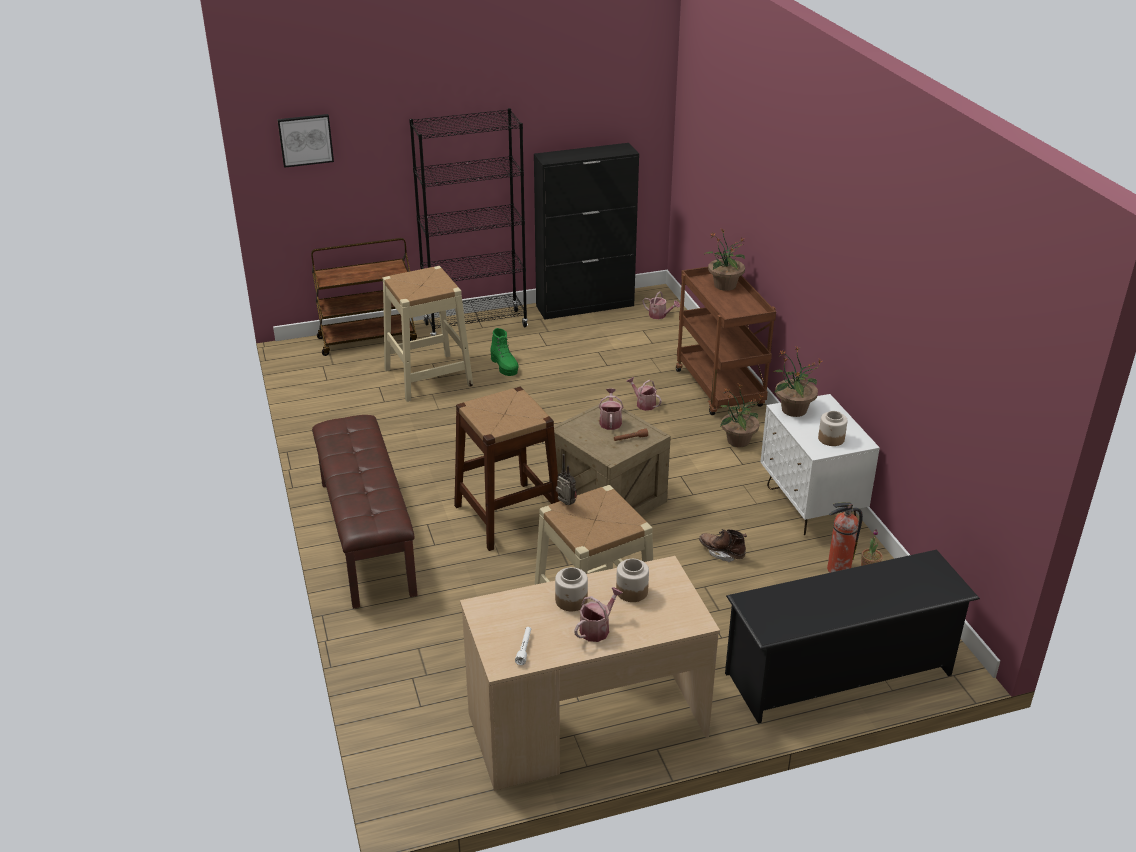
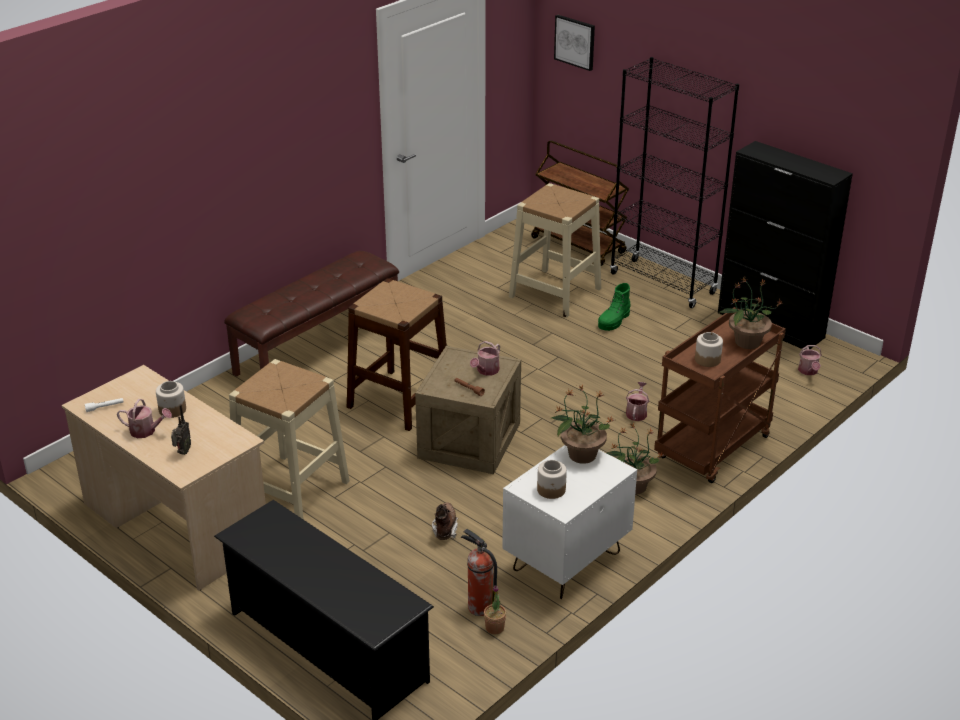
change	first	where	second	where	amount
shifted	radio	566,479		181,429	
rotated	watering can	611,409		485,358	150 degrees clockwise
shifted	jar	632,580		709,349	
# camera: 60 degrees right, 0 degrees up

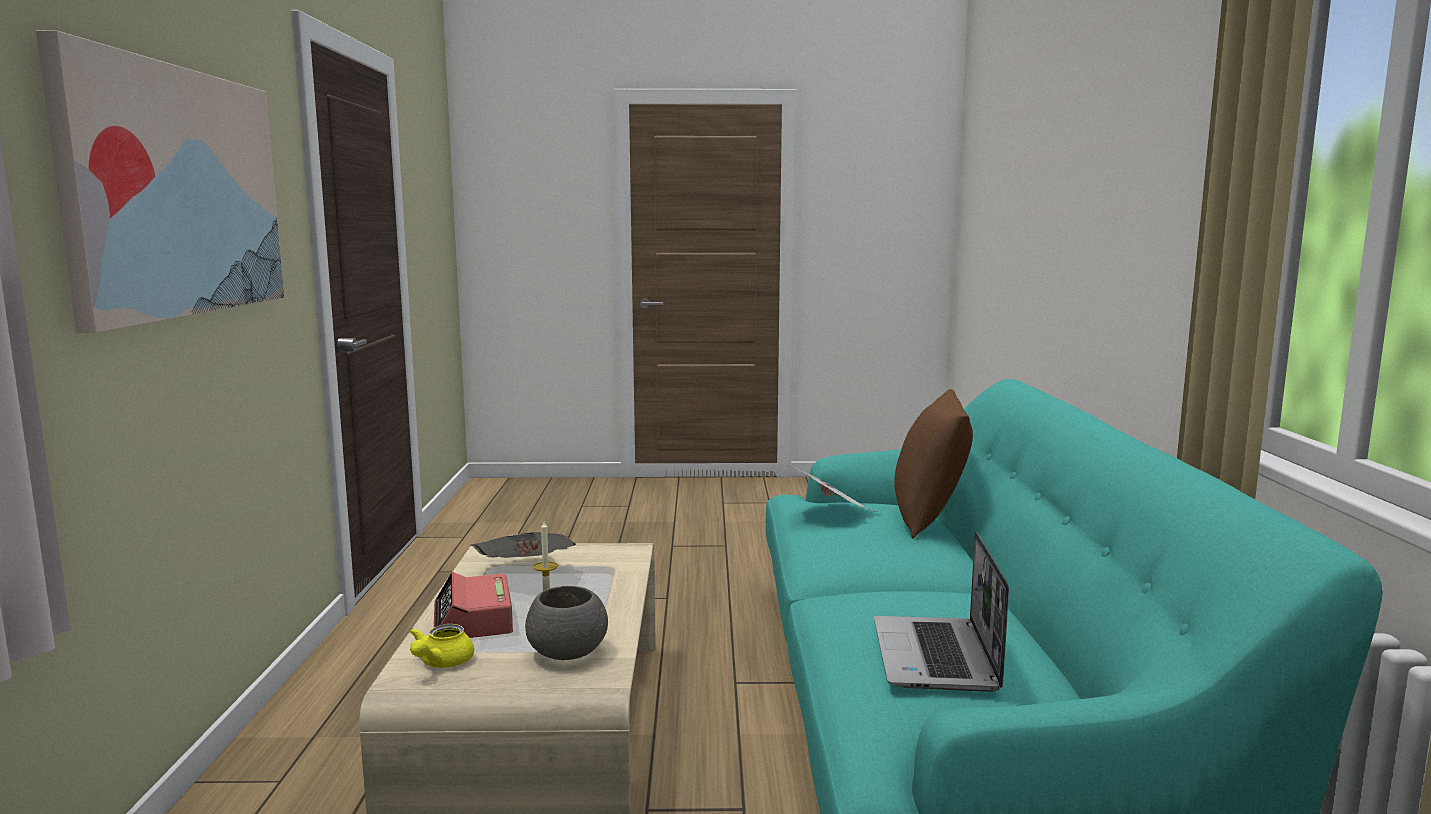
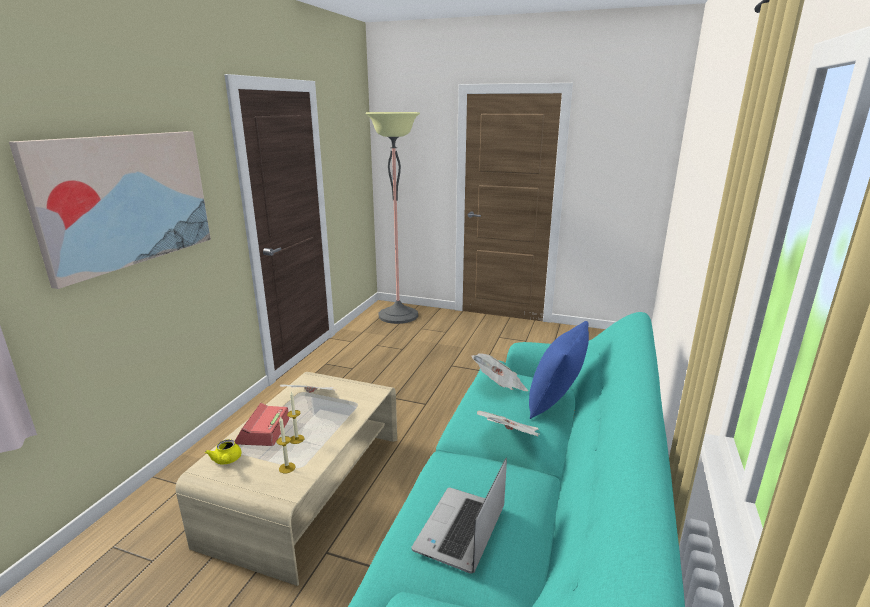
change	first	where	second	where	amount
rotated	teapot in yellow	442,646		223,451	60 degrees counterclockwise
swapped	bowl in grey	566,623	candle	286,444	
repainted	pillow in brown	933,464	pillow in blue	559,370	
new			floor lamp	392,218	
new			newspaper	508,424	
# camera: 20 degrees right, 10 degrees up

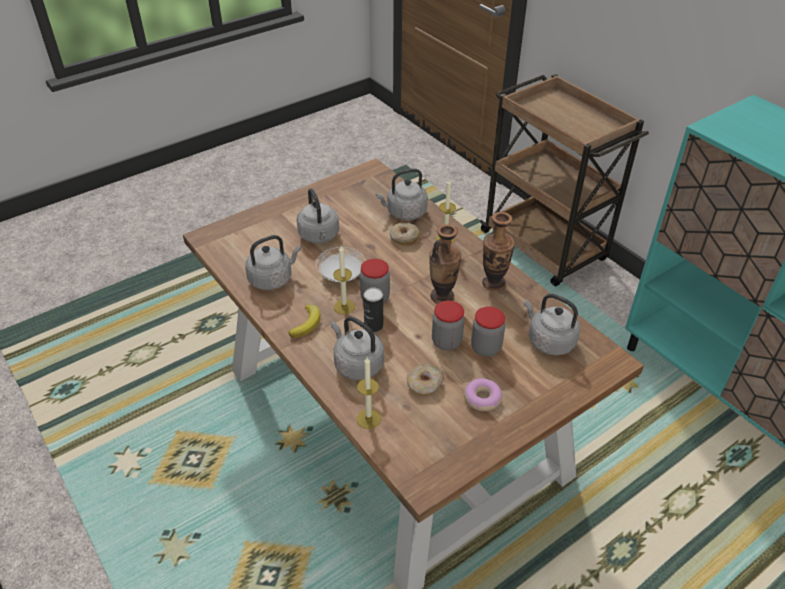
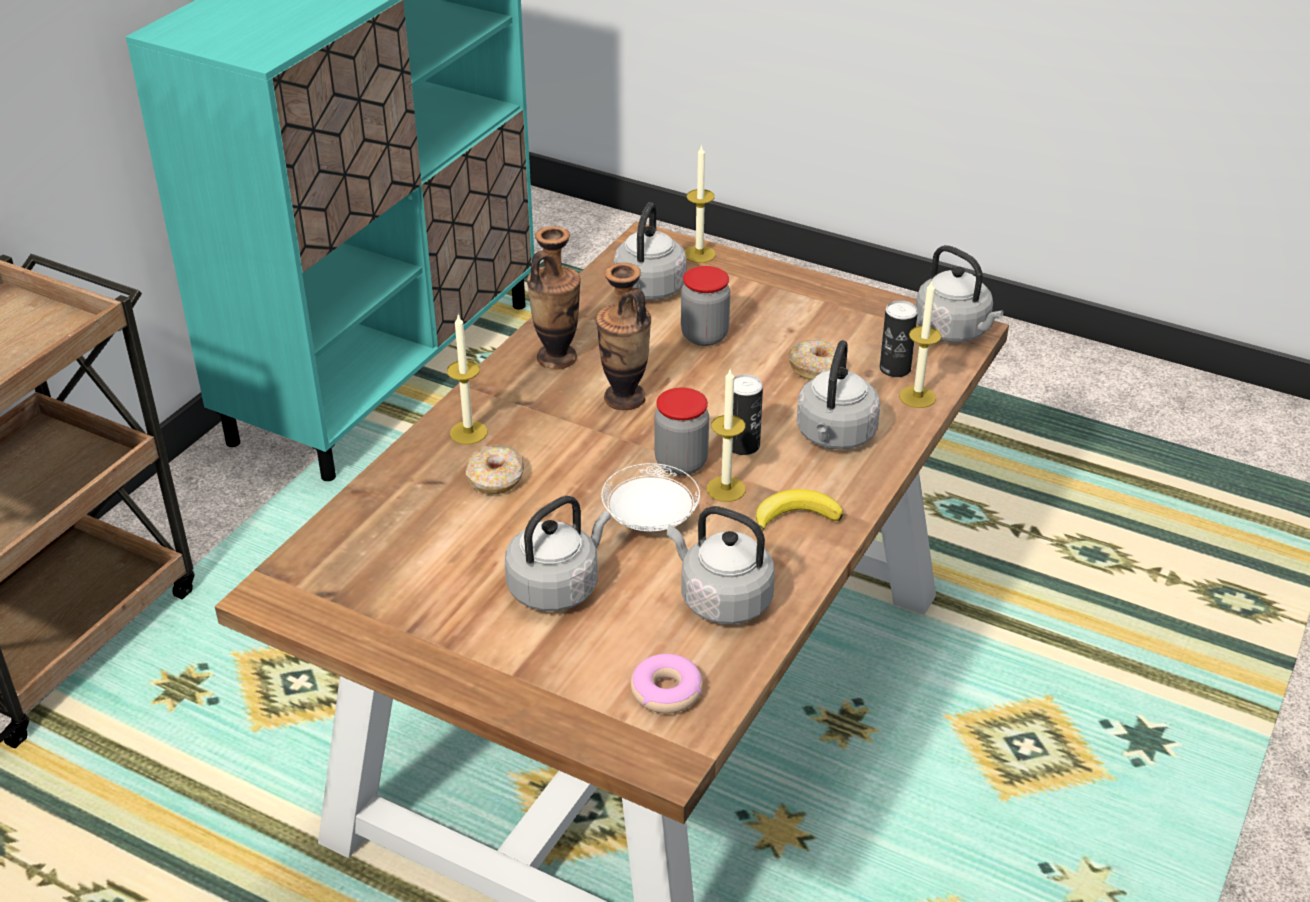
change	first	where	second	where	amount
shifted	kettle in grey	402,194		960,293	
gone	jar	448,325			
shifted	donut	483,394		667,684	
new			candle	700,203	
new			can	899,338	
# camera: 115 degrees left, 5 degrees down

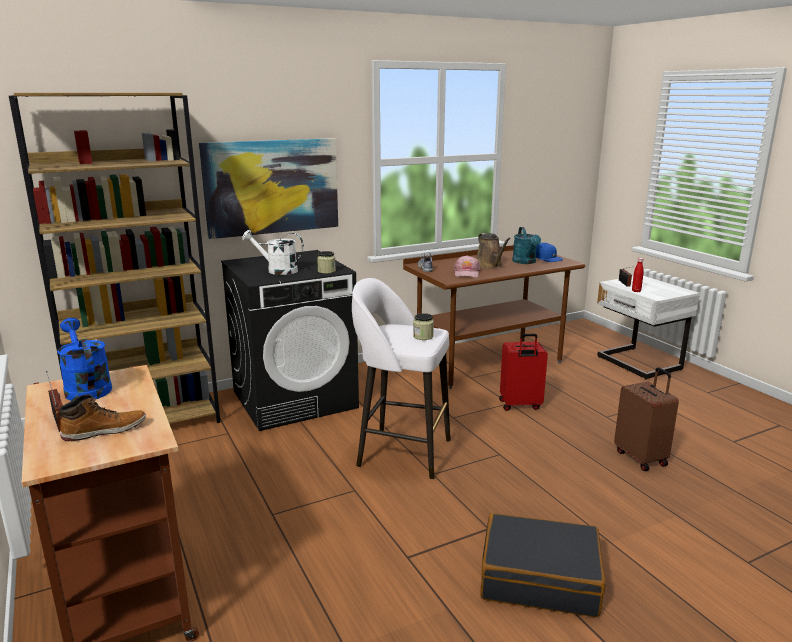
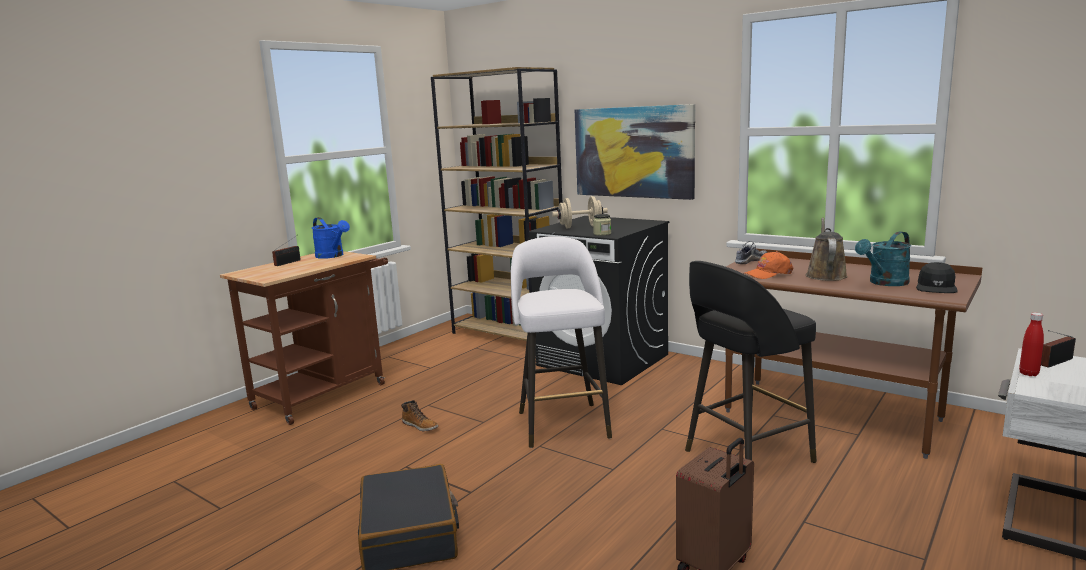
change	first	where	second	where	amount
shifted	boot	101,417		419,415	
rotated	watering can in blue	84,359		331,238	105 degrees clockwise
swapped	watering can in white	273,252	dumbbell in beige	580,212	
gone	jar	423,326			
repainted	cap in pink	466,266	cap in orange	769,265	
rotated	watering can in brown	493,251		827,249	150 degrees clockwise
swapped	suitcase in red	523,372	stool in black	751,362	
repainted	cap in blue	549,252	cap in black	937,277	
# camera: 65 degrees right, 5 degrees down

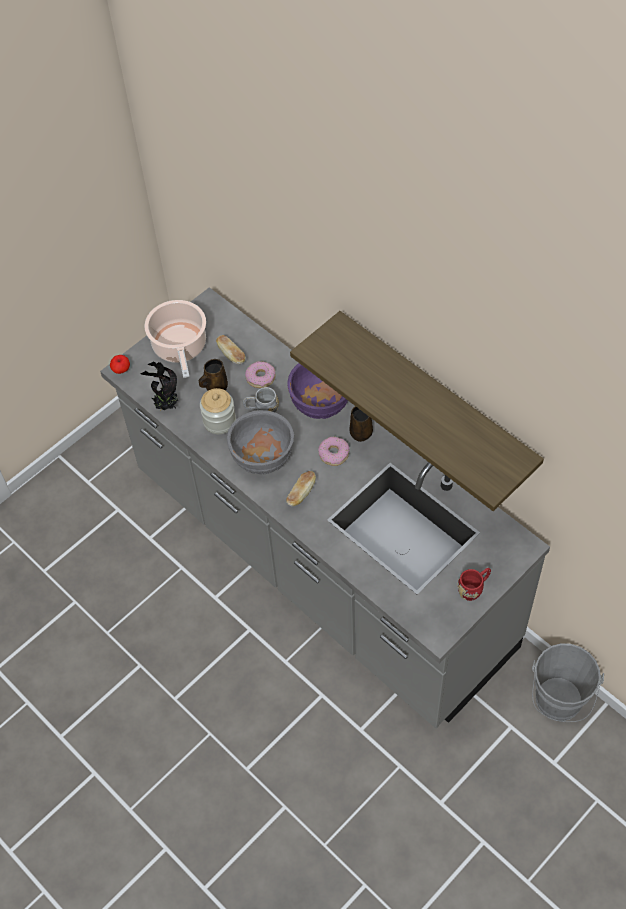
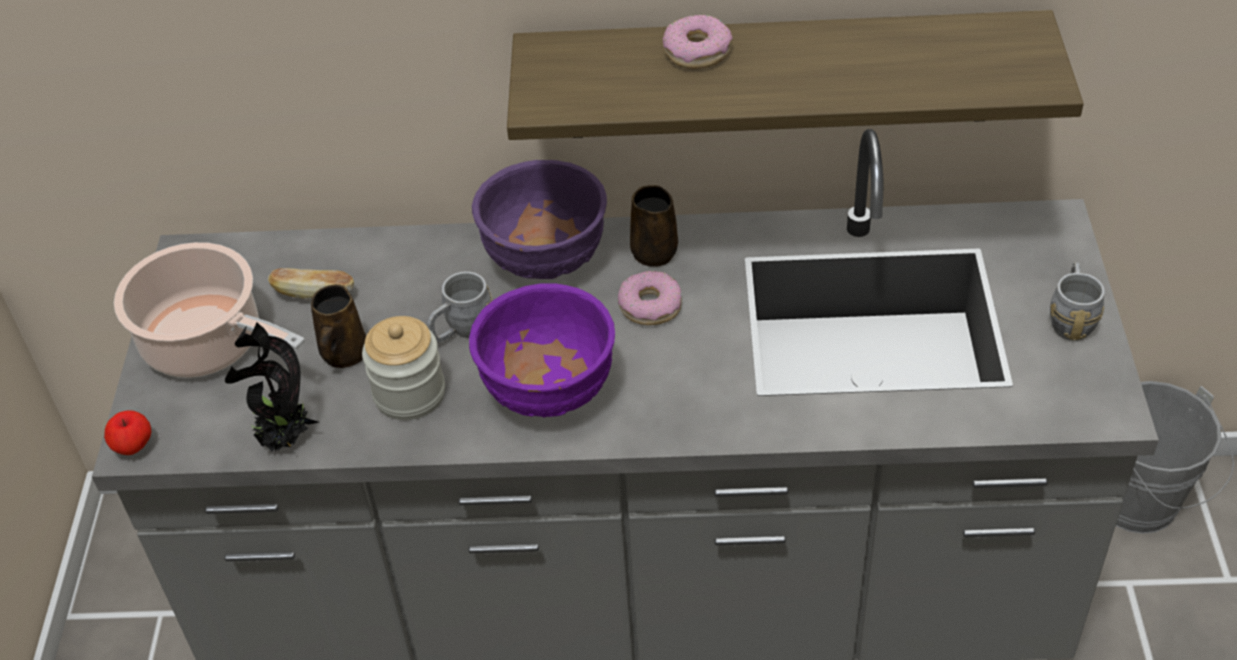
change	first	where	second	where	amount
repainted	bowl in grey	260,442	bowl in purple	542,350	
shifted	donut	260,374		698,42	
gone	bread	301,488			
repainted	mug in red	474,584	mug in grey	1077,301	
# camera: 45 degrees left, 10 degrees down

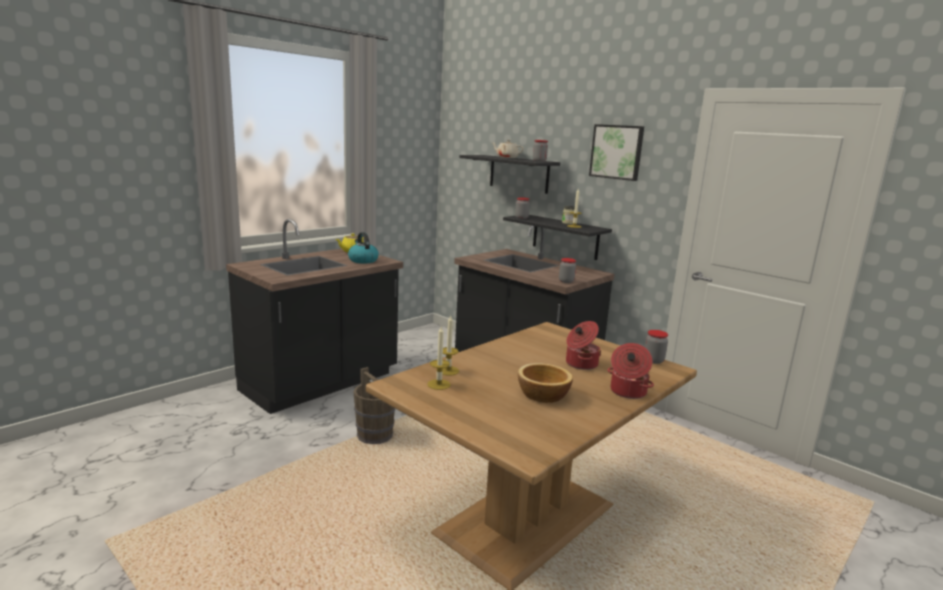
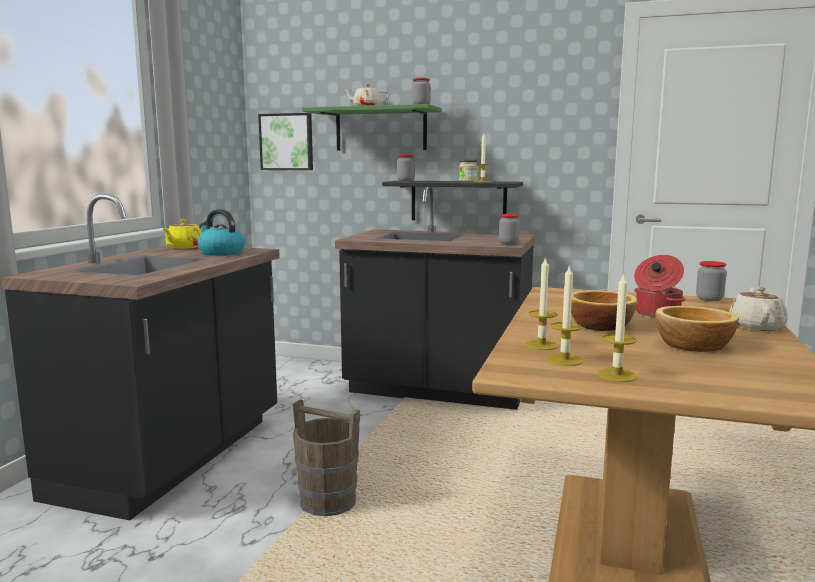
change	first	where	second	where	amount
repainted	shelf in black	510,174	shelf in green	372,127	
shifted	picture	616,152		285,141	
swapped	cooking pot	630,371	teapot in beige	758,309	
new			bowl	604,310	
new			candle	617,328	
# camera: 25 degrees left, 5 degrees down

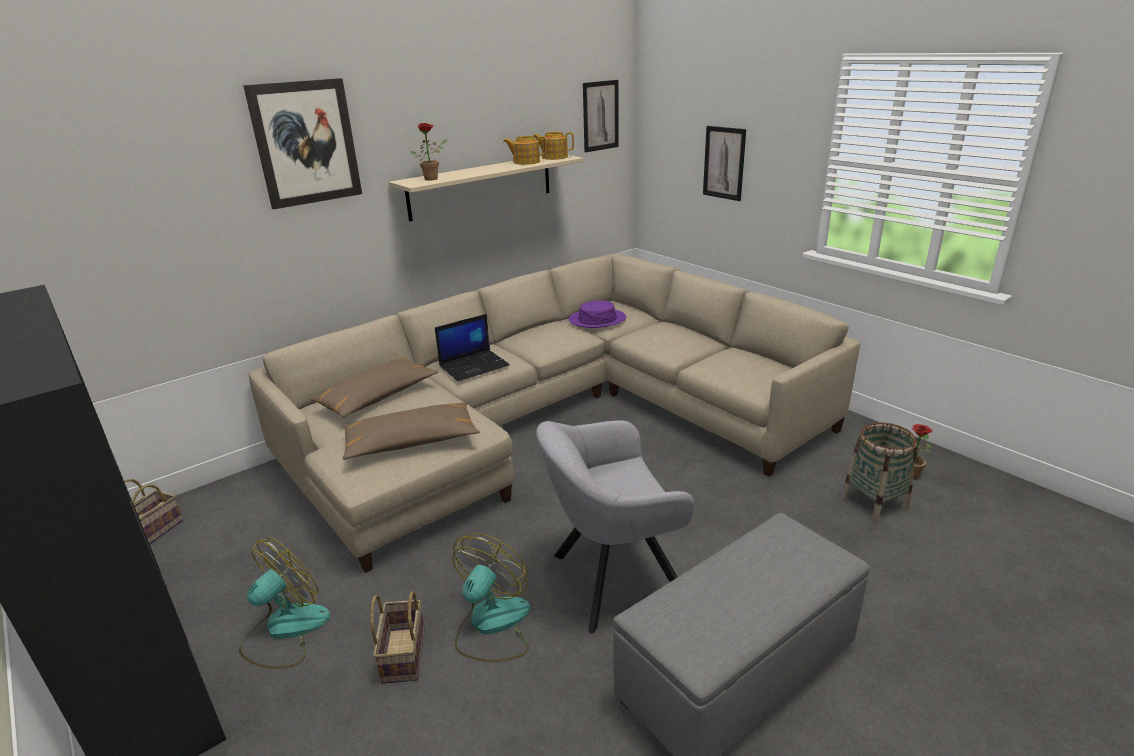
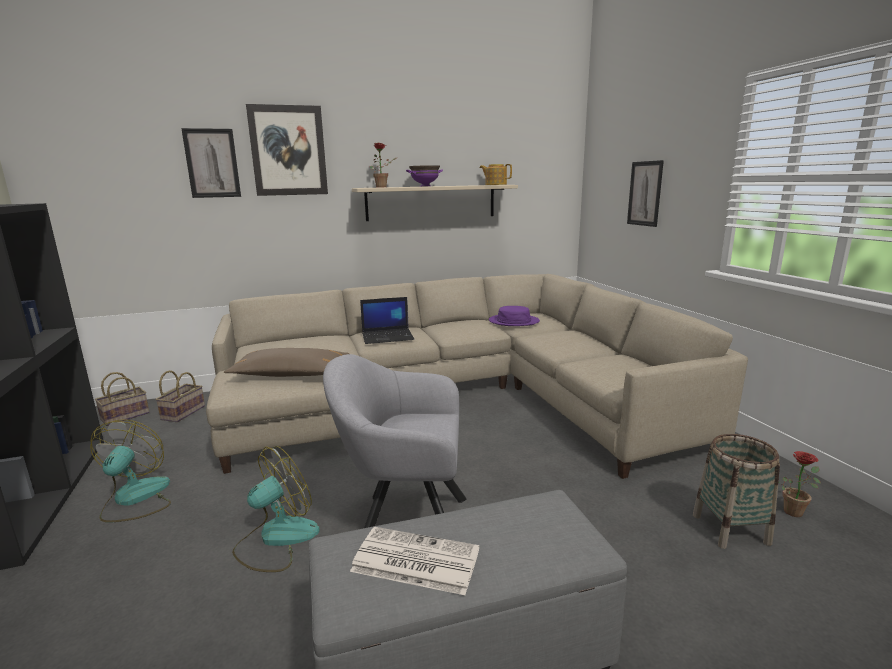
change	first	where	second	where	amount
rotated	fan	285,603		130,470	60 degrees counterclockwise
gone	pillow in brown	374,388			
shifted	basket	397,637		180,396	
gone	teapot	524,150			
shifted	picture	601,116		211,163	
new			newspaper	414,561	
new			bowl in purple	424,176	
# camera: 20 degrees right, 10 degrees down

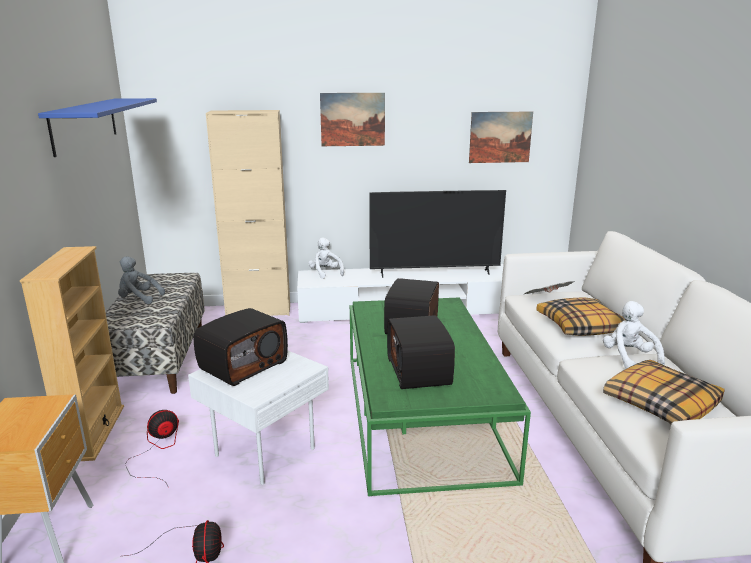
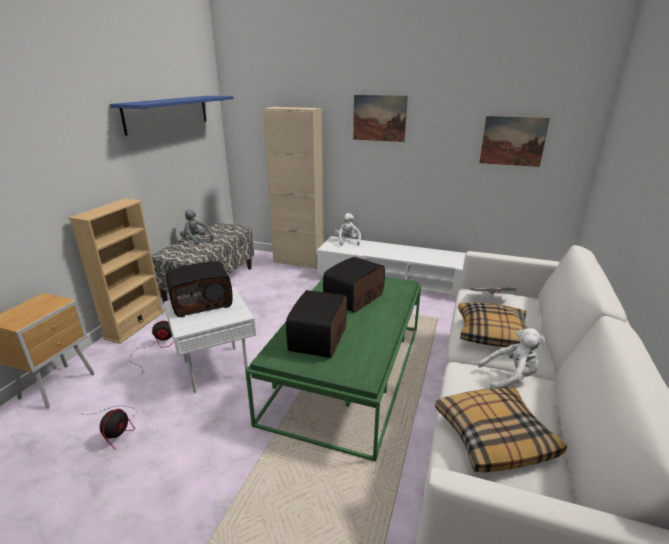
change	first	where	second	where	amount
gone	television	437,234			
rotated	plush toy in white	634,335		511,358	75 degrees clockwise
# camera: 25 degrees right, 5 degrees up

